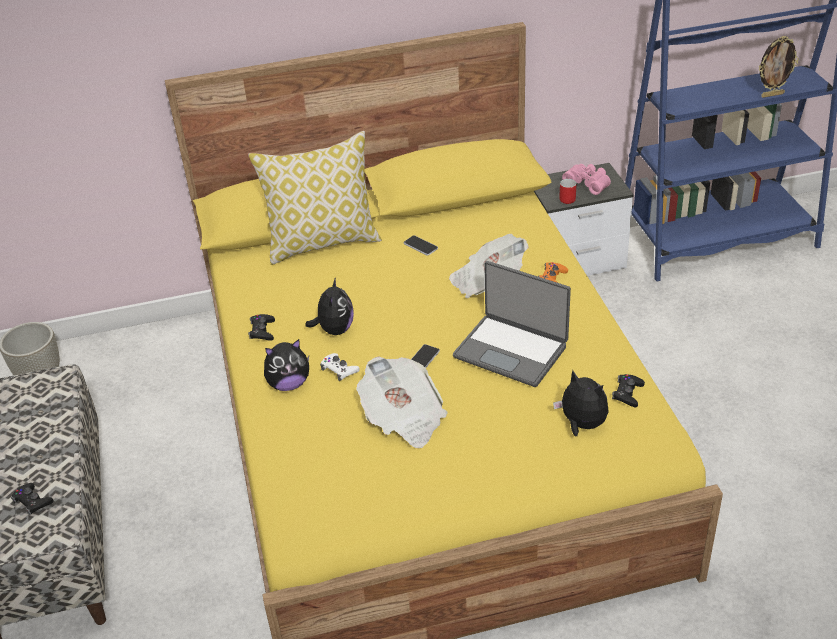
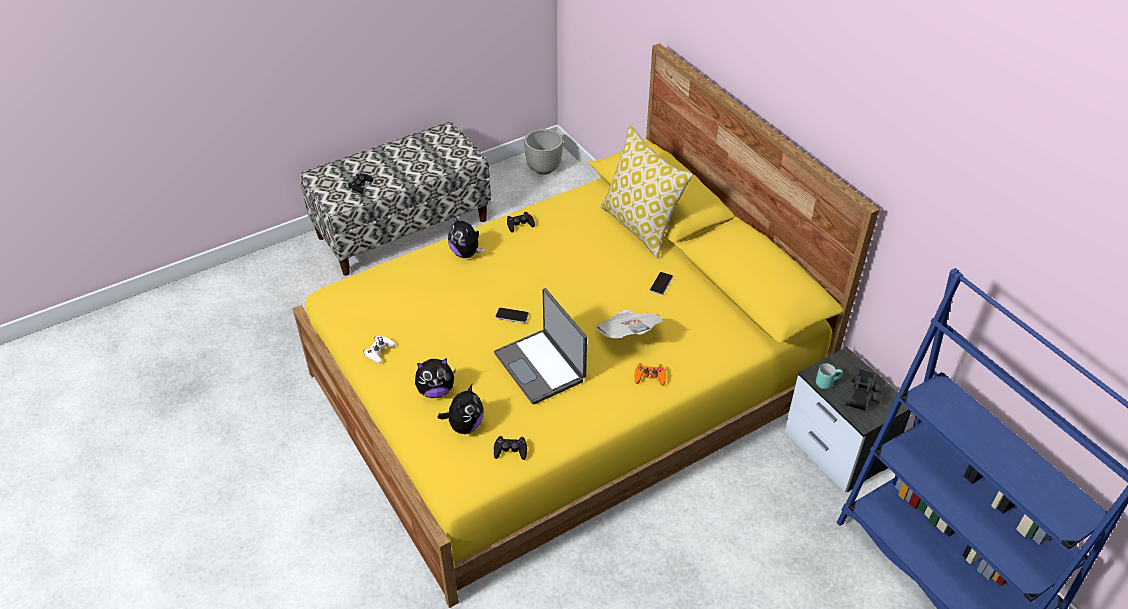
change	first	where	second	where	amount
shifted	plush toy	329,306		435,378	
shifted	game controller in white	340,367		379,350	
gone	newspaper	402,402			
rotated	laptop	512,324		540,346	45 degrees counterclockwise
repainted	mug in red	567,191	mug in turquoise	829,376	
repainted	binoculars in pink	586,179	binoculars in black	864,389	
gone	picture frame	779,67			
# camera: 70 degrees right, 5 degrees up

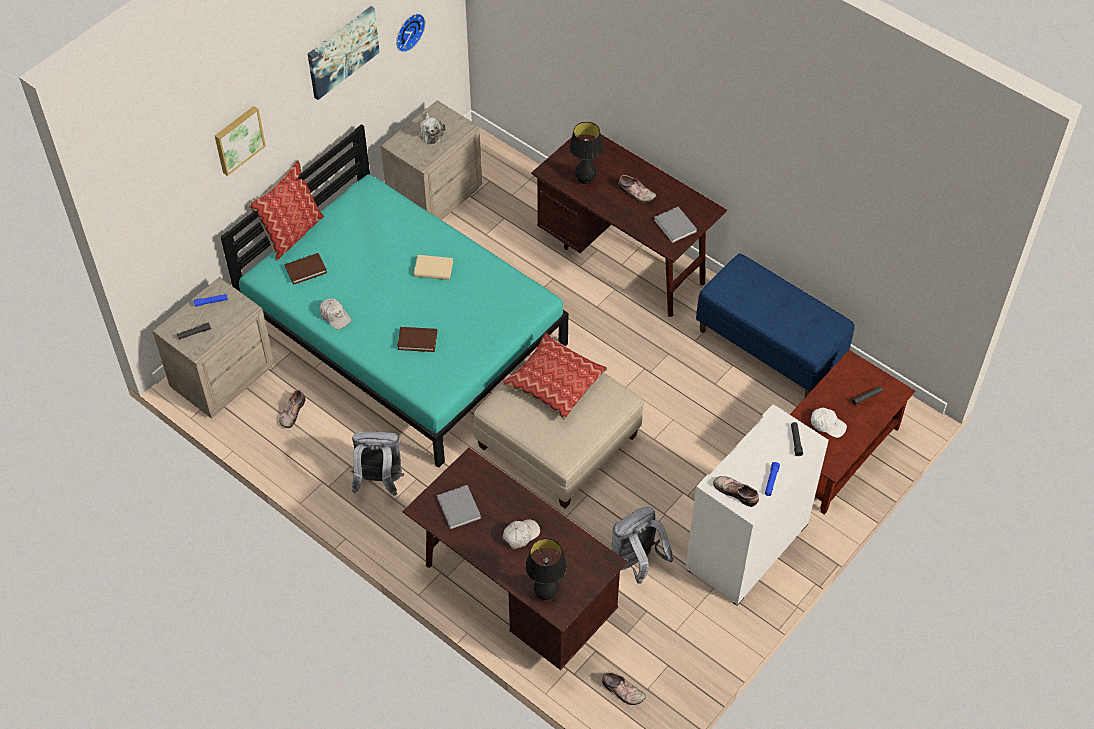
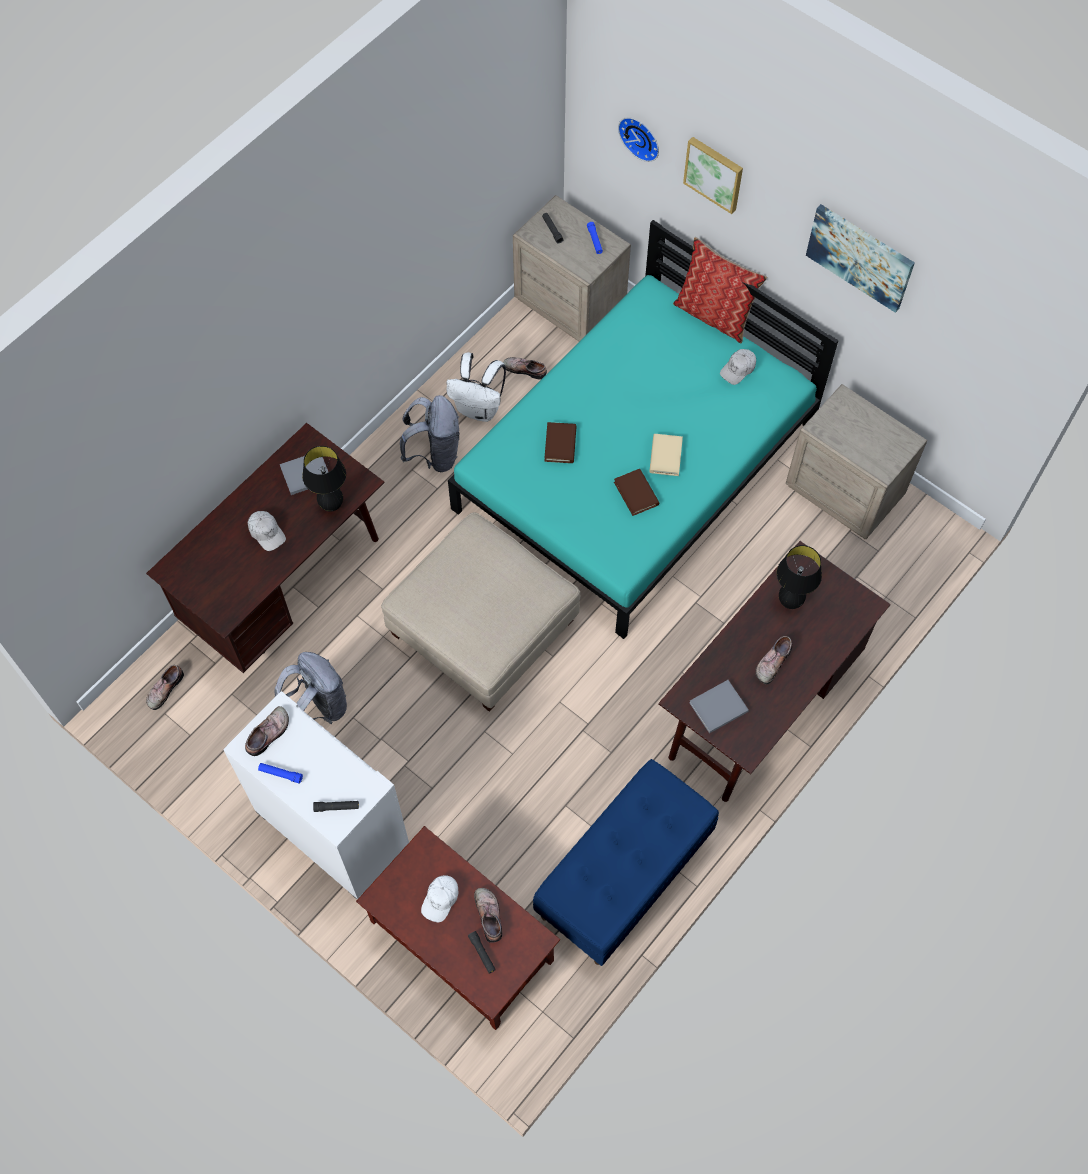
change	first	where	second	where	amount
shifted	book in brown	306,269		636,492	
shifted	cap in white	335,314		738,367	
shifted	wall clock	410,32		638,139	
gone	plush toy	431,128			
gone	pillow	555,376			
shifted	table lamp in black	546,569		324,479	
new			backpack in white	476,387	
new			shoe	488,915	
# camera: 90 degrees right, 10 degrees up

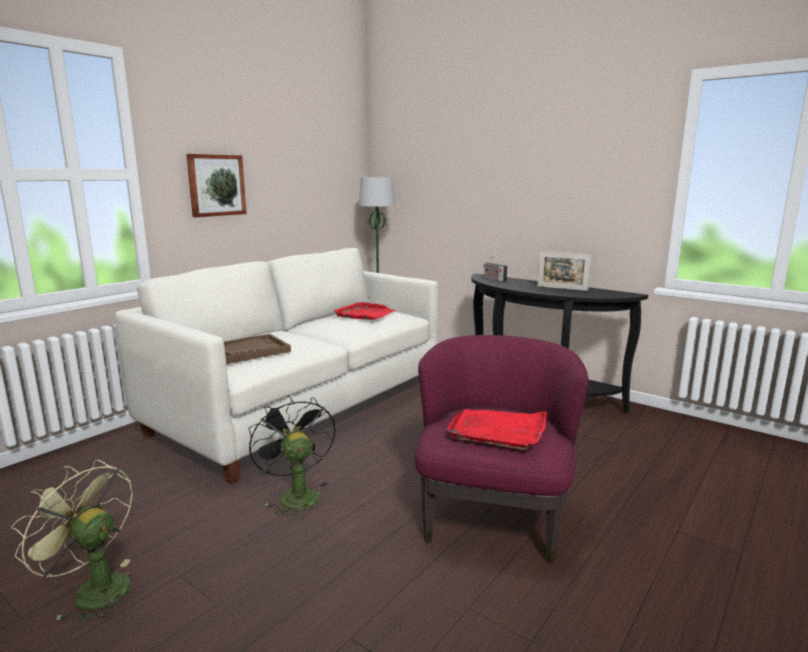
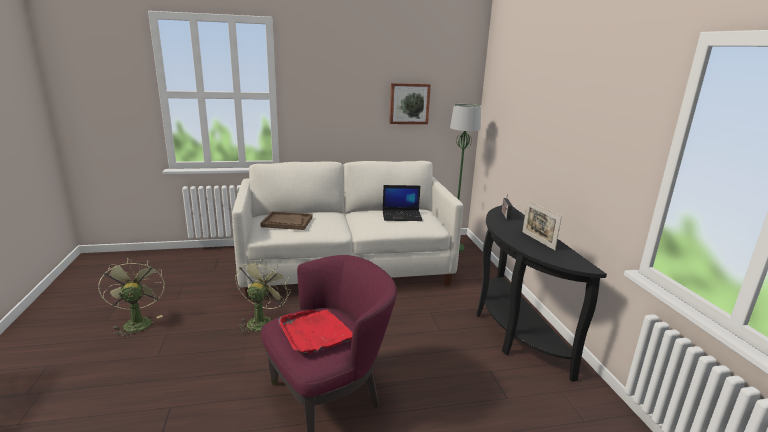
change	first	where	second	where	amount
shifted	picture	216,185		410,103	
repainted	fan in black	291,456	fan in green	263,296	
swapped	tray in red	364,311	laptop	402,203	
# camera: 40 degrees right, 5 degrees up

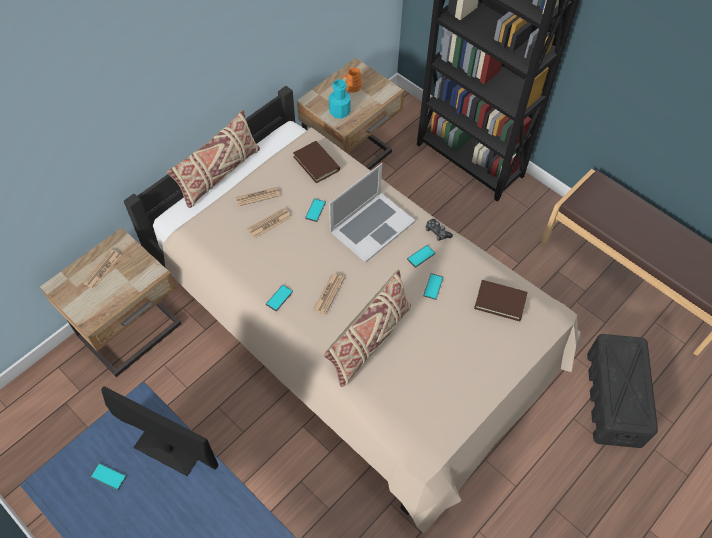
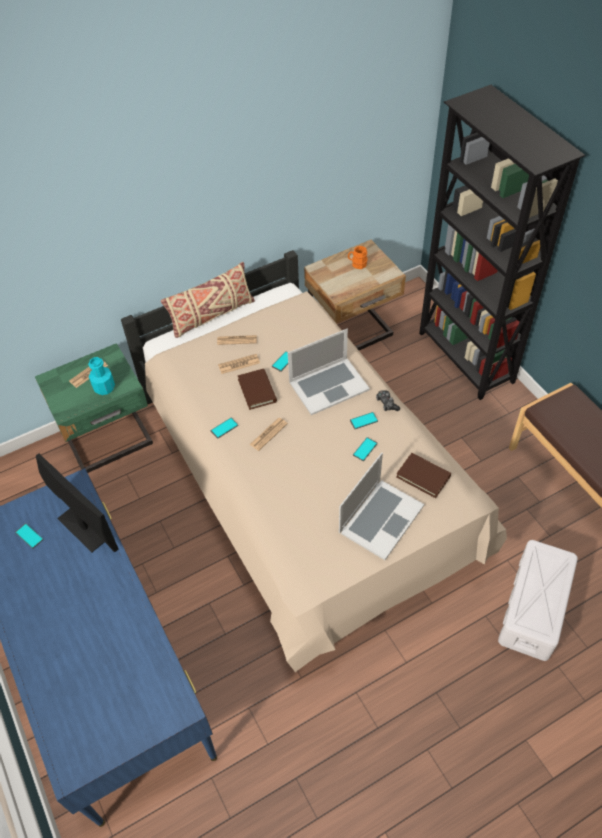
change	first	where	second	where	amount
repainted	nightstand in beige	110,302	nightstand in green	94,408	
shifted	book in brown	316,162		257,389	
gone	pillow in beige	367,328			
shifted	bottle in turquoise	340,99		101,376	
repainted	storage box in black	622,391	storage box in white	538,600	
new			laptop	381,506	
# camera: 20 degrees right, 5 degrees down

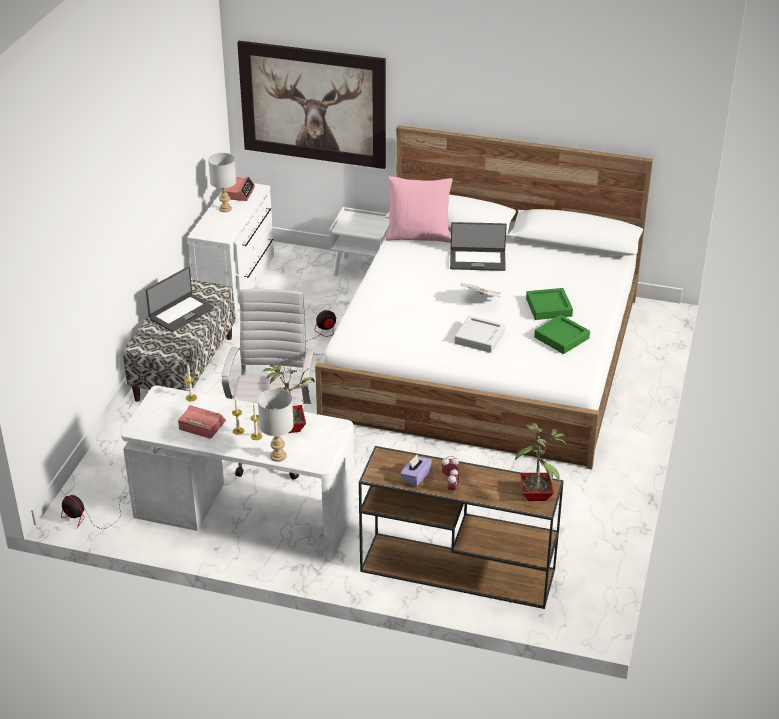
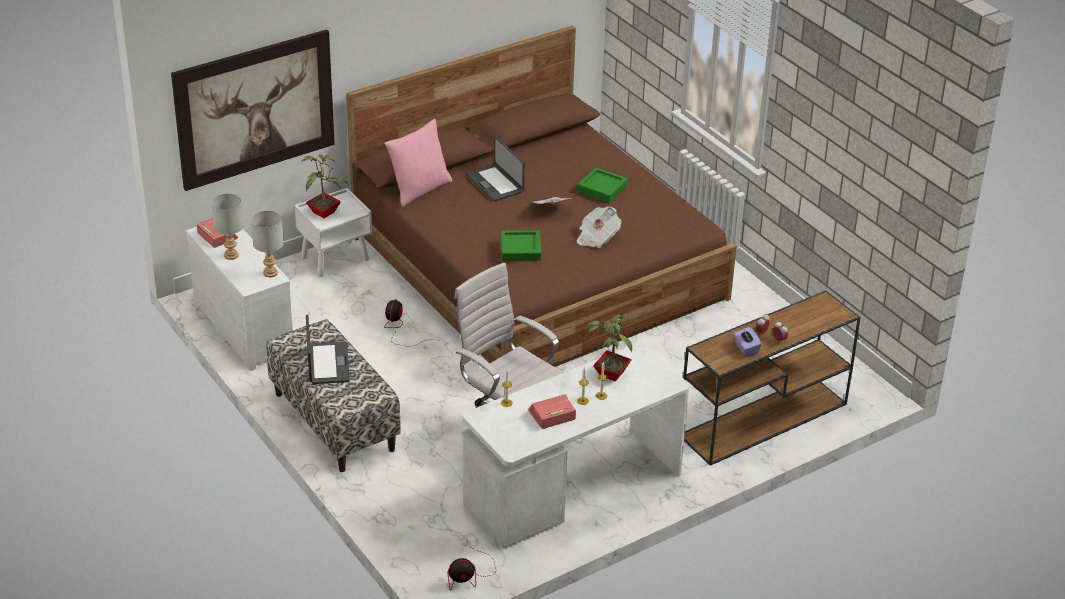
change	first	where	second	where	amount
shifted	table lamp in grey	276,425		267,243	
repainted	bed in white	484,297	bed in brown	541,196	
rotated	laptop	478,246		495,169	105 degrees clockwise
swapped	tray in grey	480,334	newspaper	599,227	
shifted	potted plant	540,462		325,186	
shifted	tray in green	562,334		521,245	
# camera: 50 degrees left, 0 degrees up

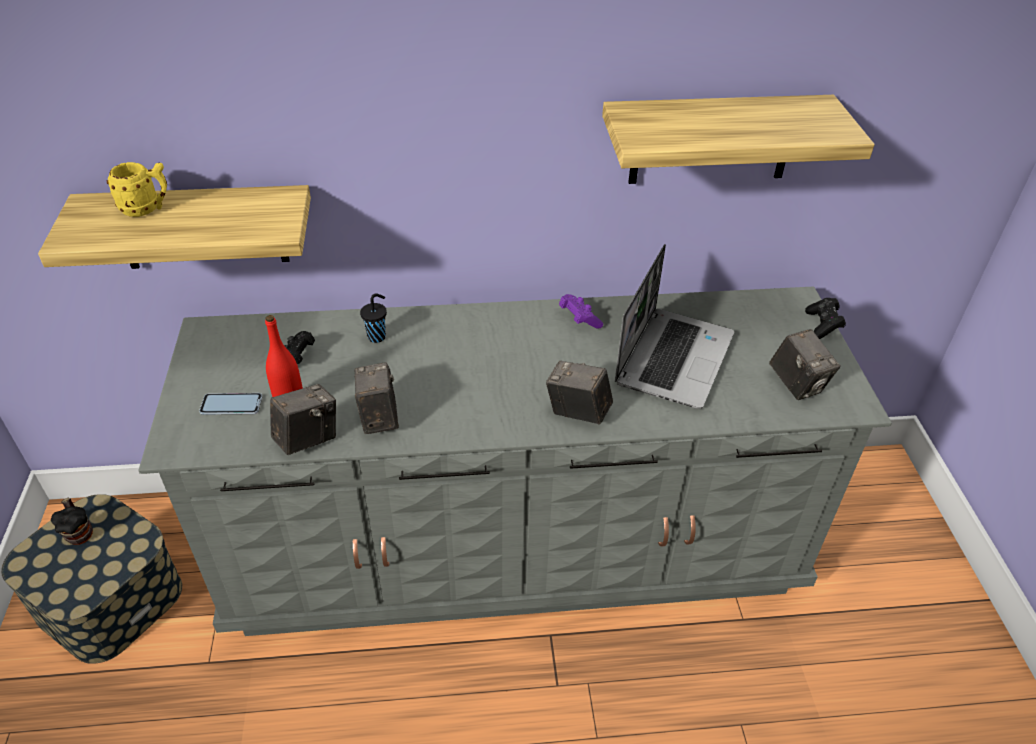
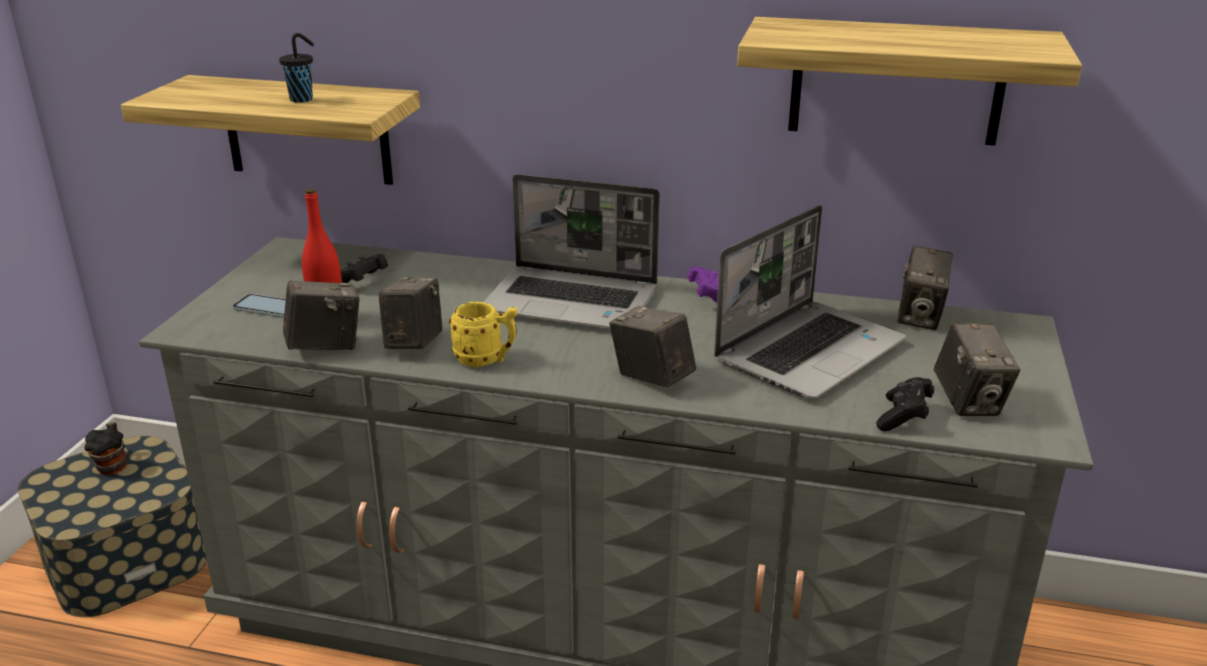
change	first	where	second	where	amount
shifted	mug in yellow	137,189		483,334	
shifted	cup in black	373,318		296,68	
shifted	game controller in black	825,318		905,404	
new			laptop	571,251	
new			photo camera	925,288	
# camera: 20 degrees right, 15 degrees down

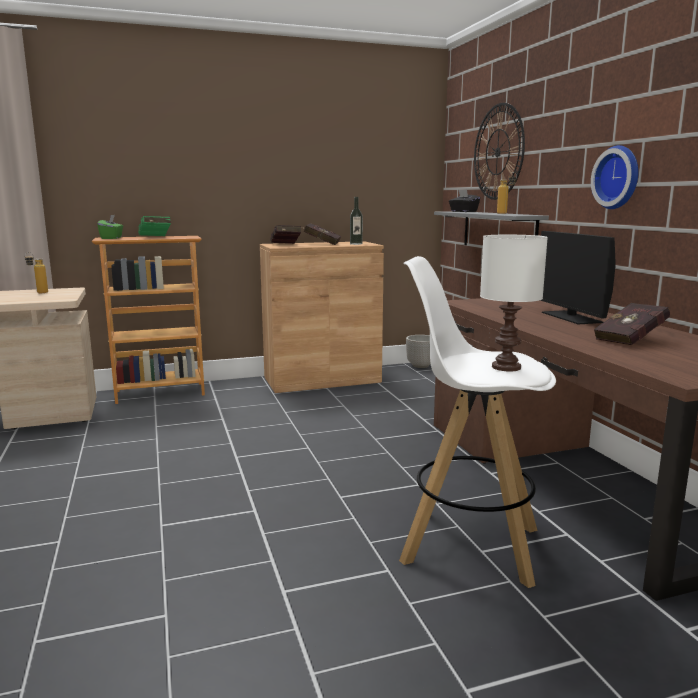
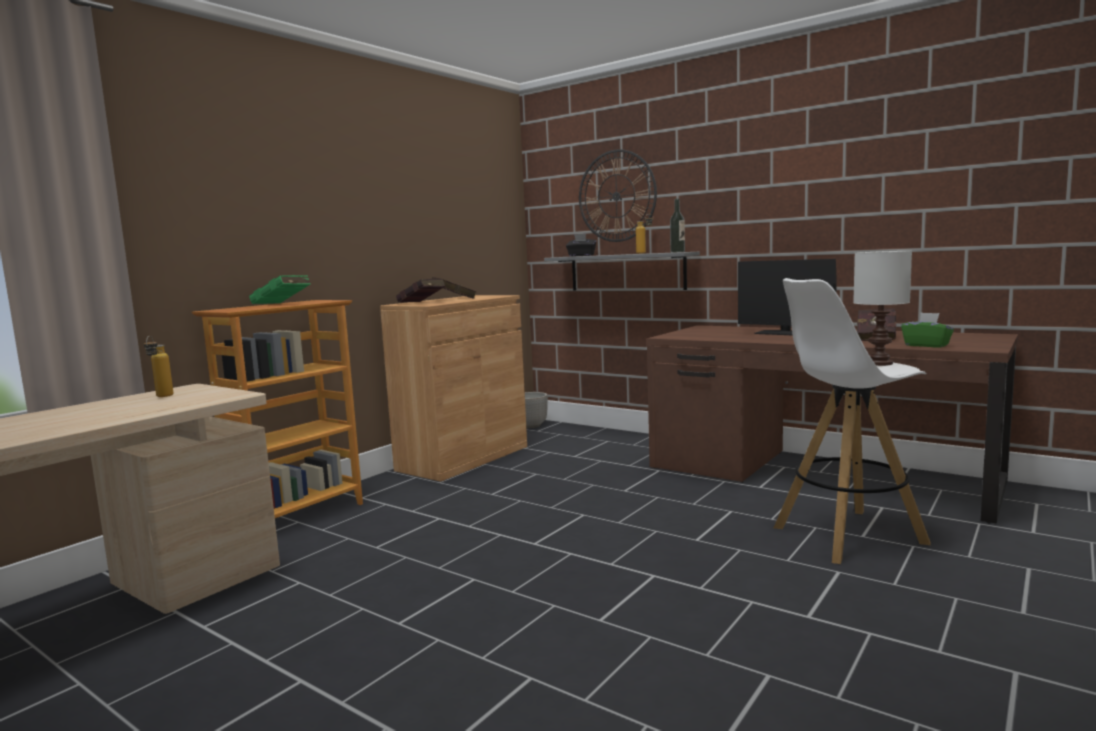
change	first	where	second	where	amount
shifted	tissue box in green	110,227		927,330	
shifted	bottle	356,221		677,225	
gone	wall clock	614,177			
# camera: 35 degrees left, 5 degrees down

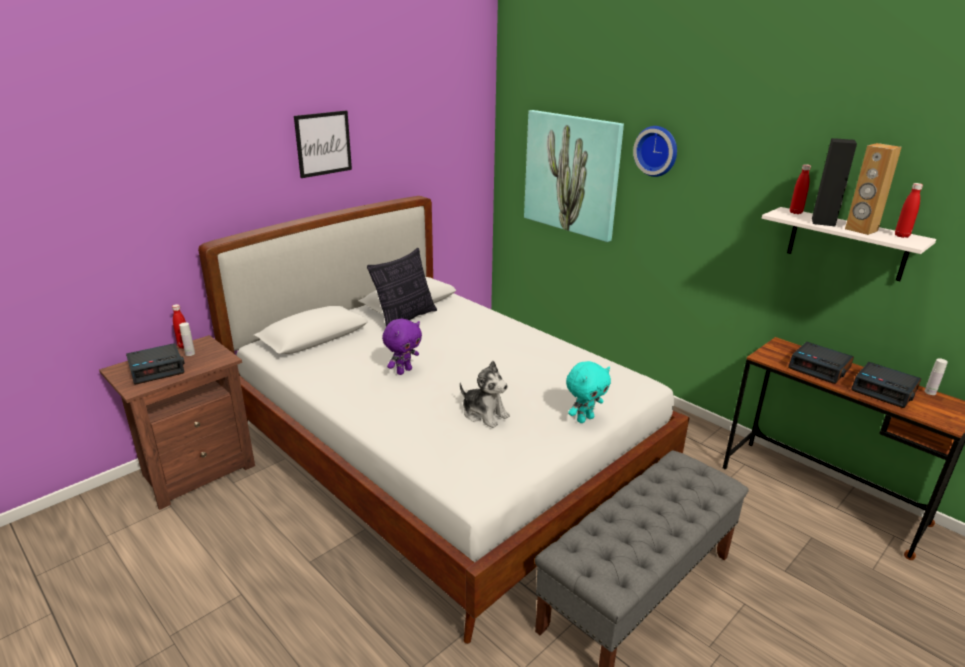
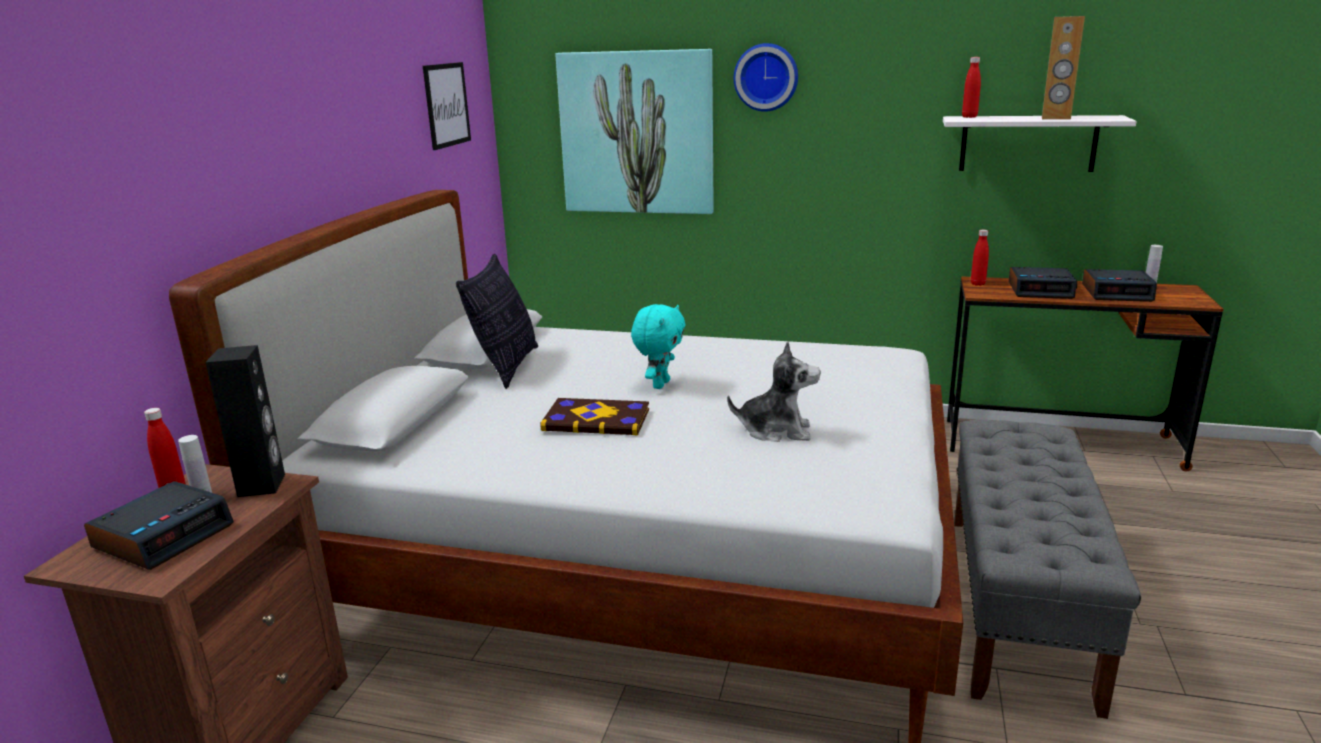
change	first	where	second	where	amount
shifted	picture	323,144		447,106	
swapped	plush toy in purple	402,346	book	594,416	
shifted	plush toy in turquoise	588,392		658,346	
shifted	speaker in black	834,182		245,421	
shifted	bottle in red	909,210		980,258	
# camera: 30 degrees left, 5 degrees down

